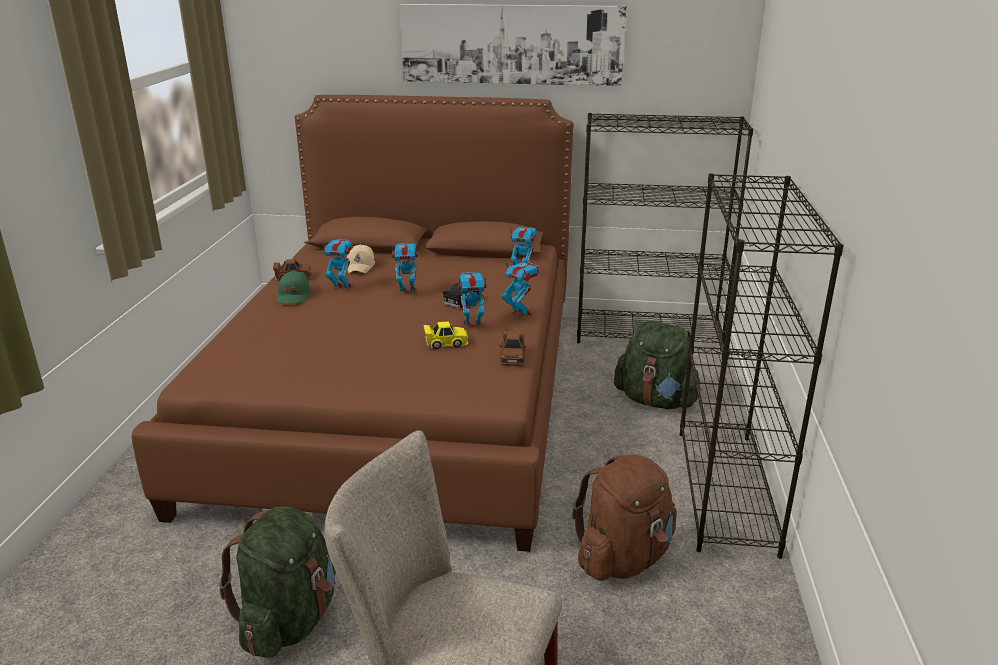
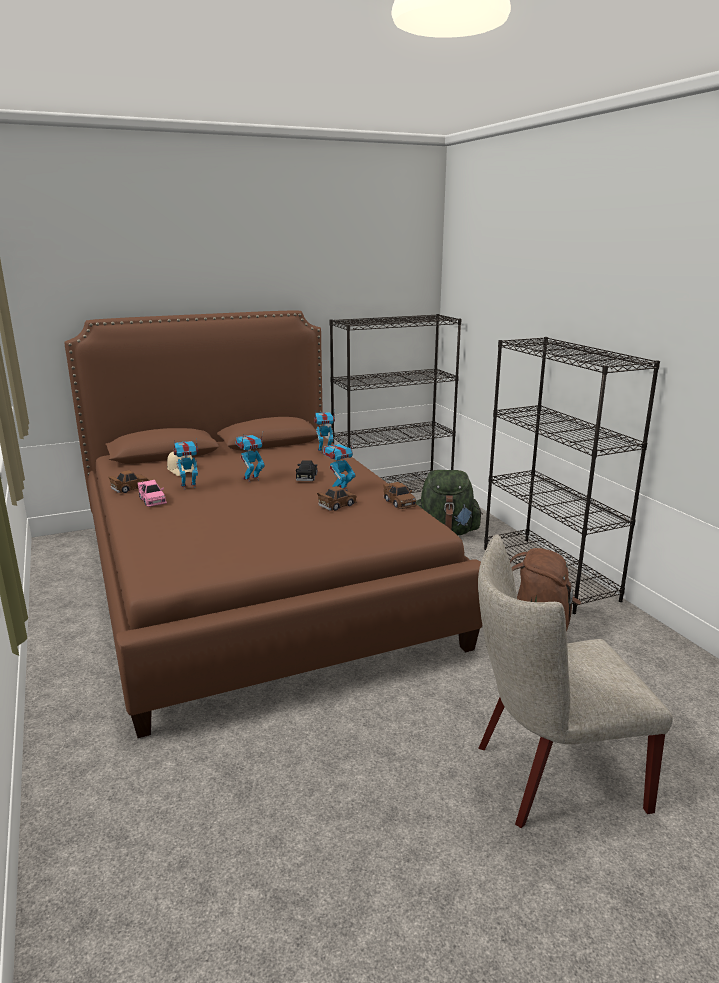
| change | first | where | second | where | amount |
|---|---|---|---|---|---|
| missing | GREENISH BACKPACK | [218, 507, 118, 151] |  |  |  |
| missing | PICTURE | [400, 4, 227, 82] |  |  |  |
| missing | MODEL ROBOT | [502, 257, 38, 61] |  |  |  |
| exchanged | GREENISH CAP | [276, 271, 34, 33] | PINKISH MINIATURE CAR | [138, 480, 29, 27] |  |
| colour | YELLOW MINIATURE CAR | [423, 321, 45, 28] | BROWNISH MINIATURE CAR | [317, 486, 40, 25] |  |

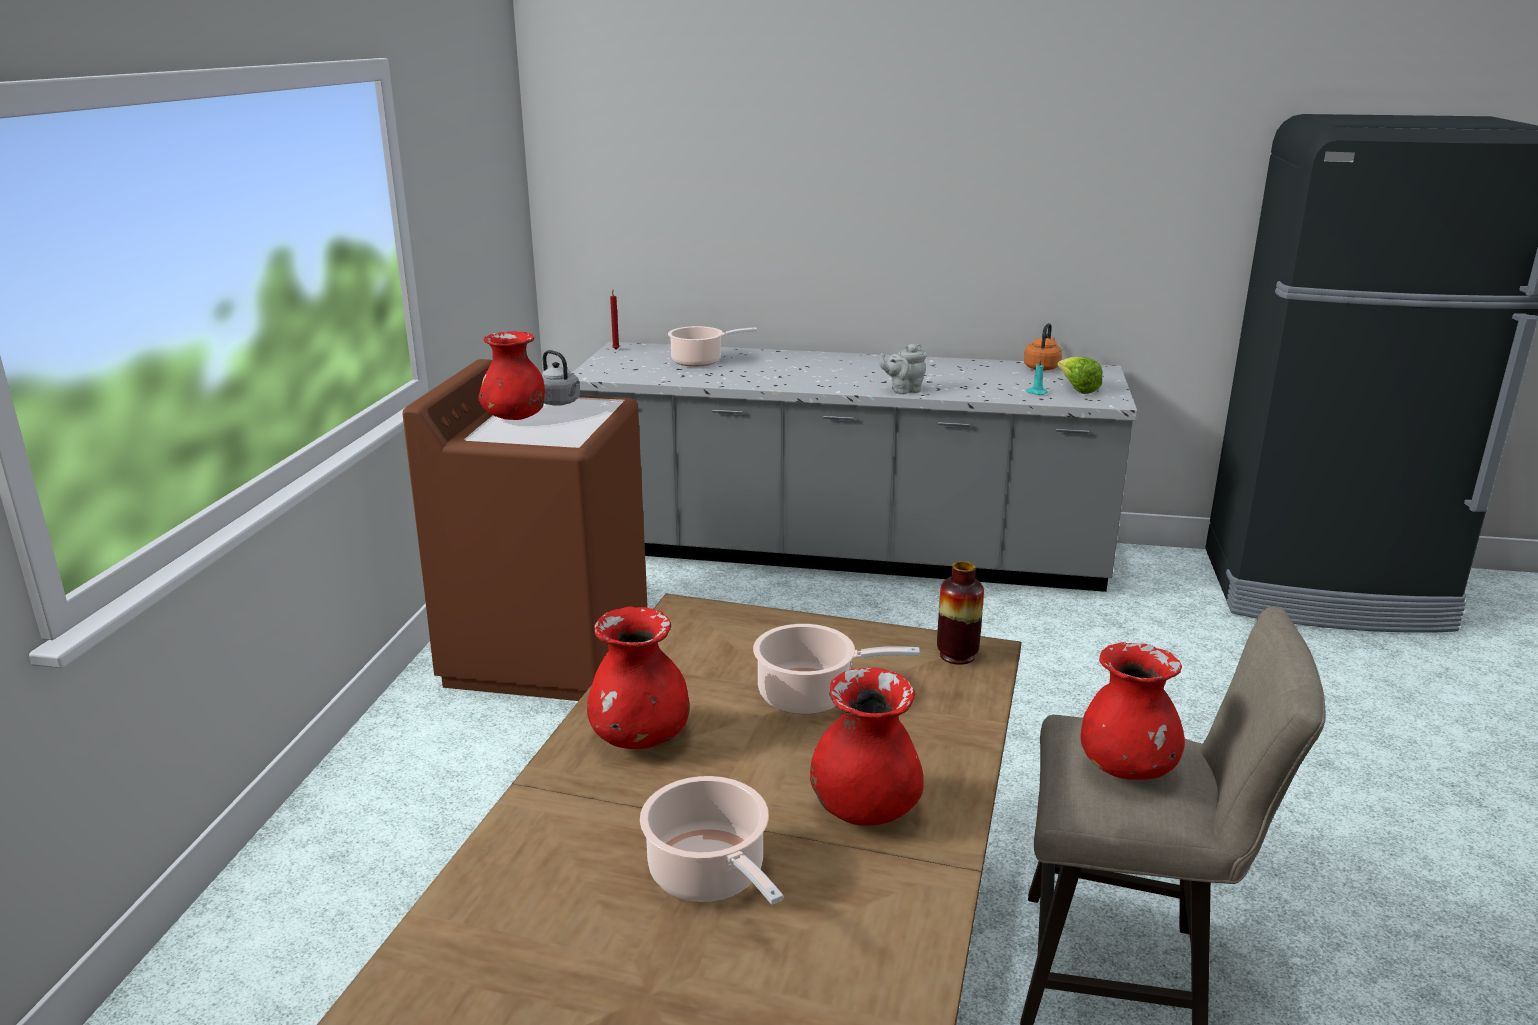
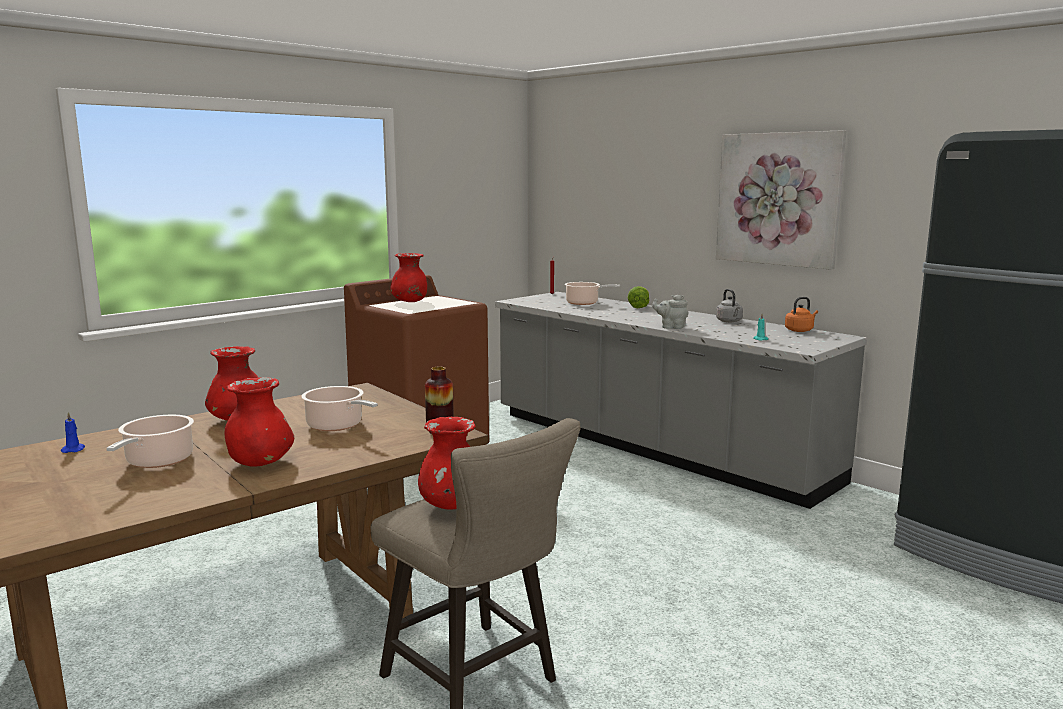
| change | first | where | second | where | amount |
|---|---|---|---|---|---|
| appeared |  |  | BLUE-COLOURED WAX CANDLE | [61, 412, 24, 41] |  |
| appeared |  |  | PICTURE | [716, 130, 130, 140] |  |
| relocated | GRAY TEA KETTLE | [542, 350, 38, 56] |  | [716, 289, 27, 33] |  |
| relocated | HEAD OF LETTUCE | [1057, 357, 46, 37] |  | [628, 286, 21, 22] |  |

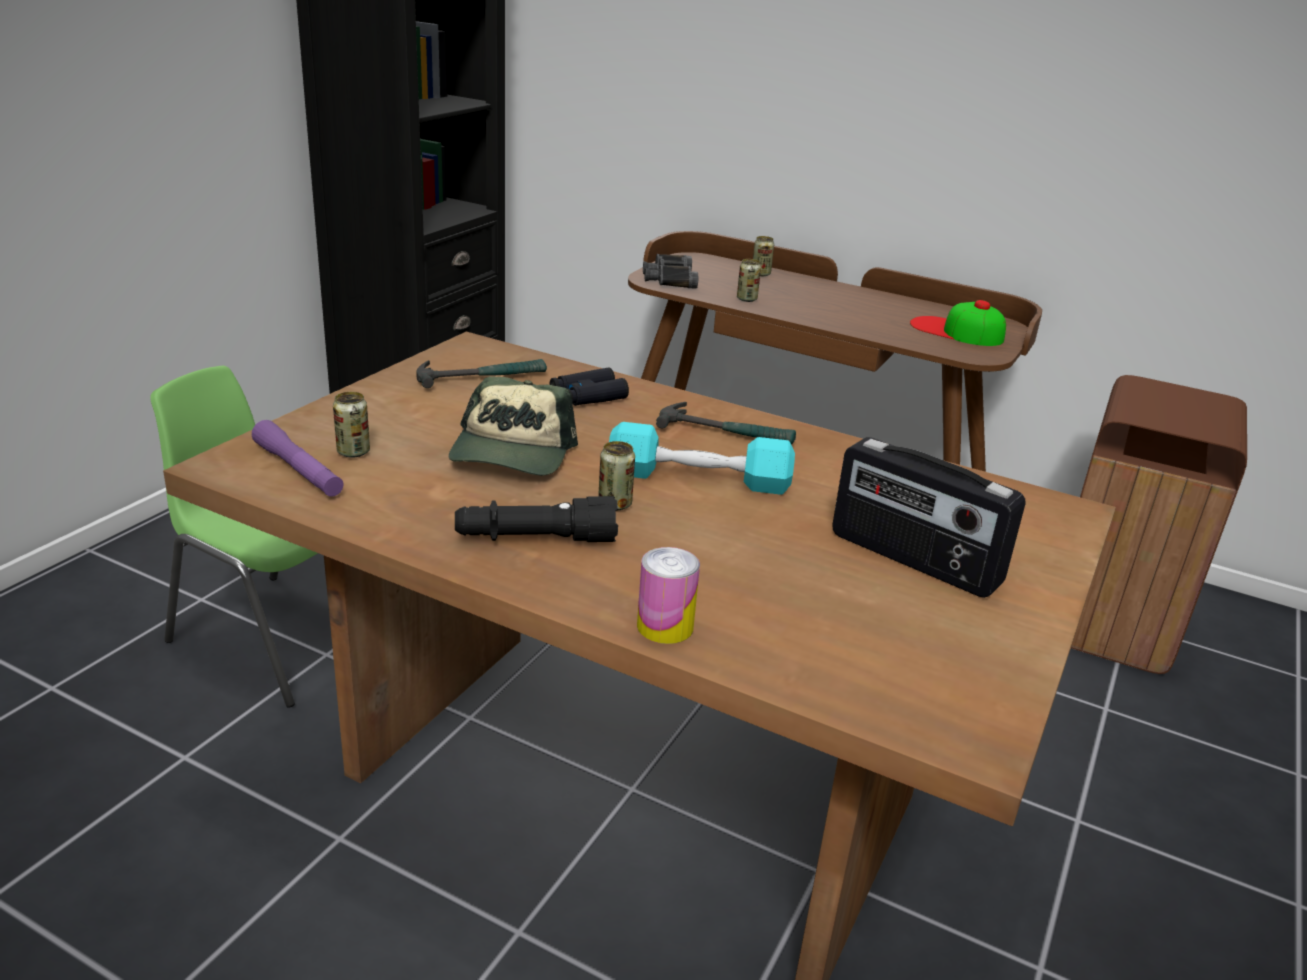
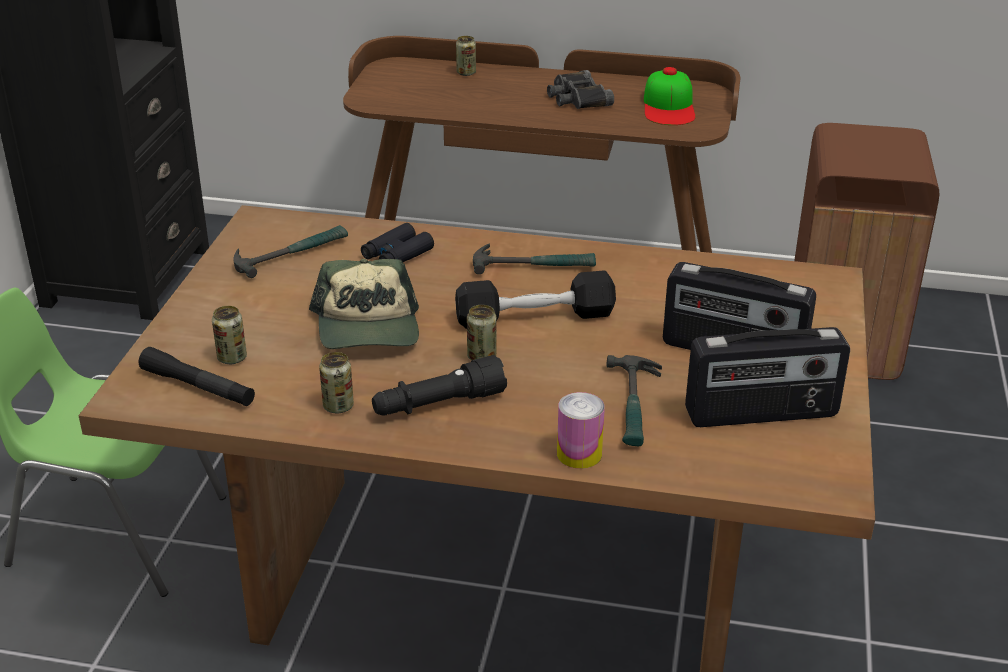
| change | first | where | second | where | amount |
|---|---|---|---|---|---|
| appeared |  |  | HAMMER | [607, 355, 55, 91] |  |
| appeared |  |  | RADIO RECEIVER | [685, 327, 165, 100] |  |
| relocated | BLACK FIELD GLASSES | [643, 254, 55, 34] |  | [547, 70, 67, 39] |  |
| relocated | CAN | [737, 259, 24, 43] |  | [319, 352, 35, 61] |  |
| colour | PURPLE TORCH | [252, 420, 92, 77] | BLACK TORCH | [139, 347, 116, 59] |  |
| colour | TURQUOISE-COLOURED DUMBBELL | [609, 422, 186, 73] | BLACK DUMBBELL | [455, 270, 161, 59] |  |
| spun | CAP | [910, 300, 96, 46] |  | [644, 67, 52, 58] | 105 degrees counterclockwise |

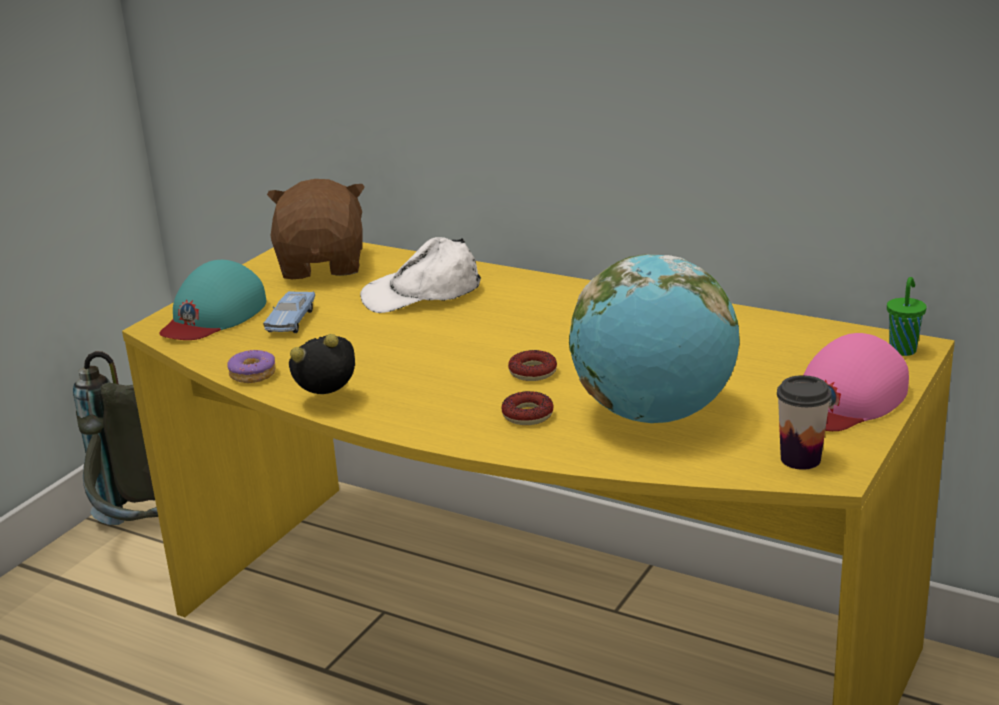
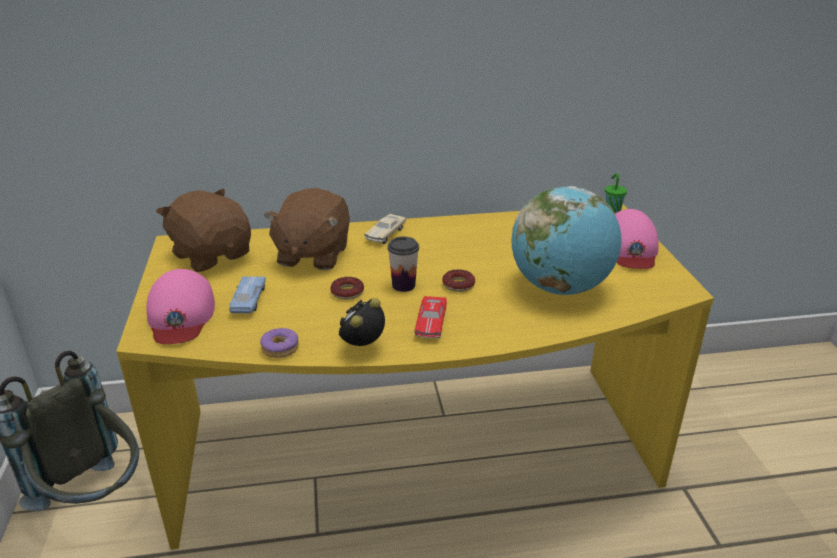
| change | first | where | second | where | amount |
|---|---|---|---|---|---|
| appeared |  |  | BEIGE-COLOURED MINIATURE CAR | [365, 214, 41, 30] |  |
| appeared |  |  | REDDISH MINIATURE CAR | [415, 296, 32, 42] |  |
| relocated | DOUGHNUT | [501, 391, 53, 34] |  | [330, 277, 34, 23] |  |
| relocated | SMALL CUP | [777, 375, 55, 95] |  | [388, 236, 31, 56] |  |
| exchanged | WHITE-COLOURED CAP | [360, 237, 121, 76] | BROWNISH PLUSH TOY | [264, 188, 86, 82] |  |
| colour | TURQUOISE-COLOURED CAP | [159, 260, 107, 80] | PINKISH CAP | [147, 269, 68, 75] |  |
| spun | BLUE-COLOURED MINIATURE CAR | [263, 291, 52, 42] |  | [229, 276, 37, 37] | 150 degrees counterclockwise |

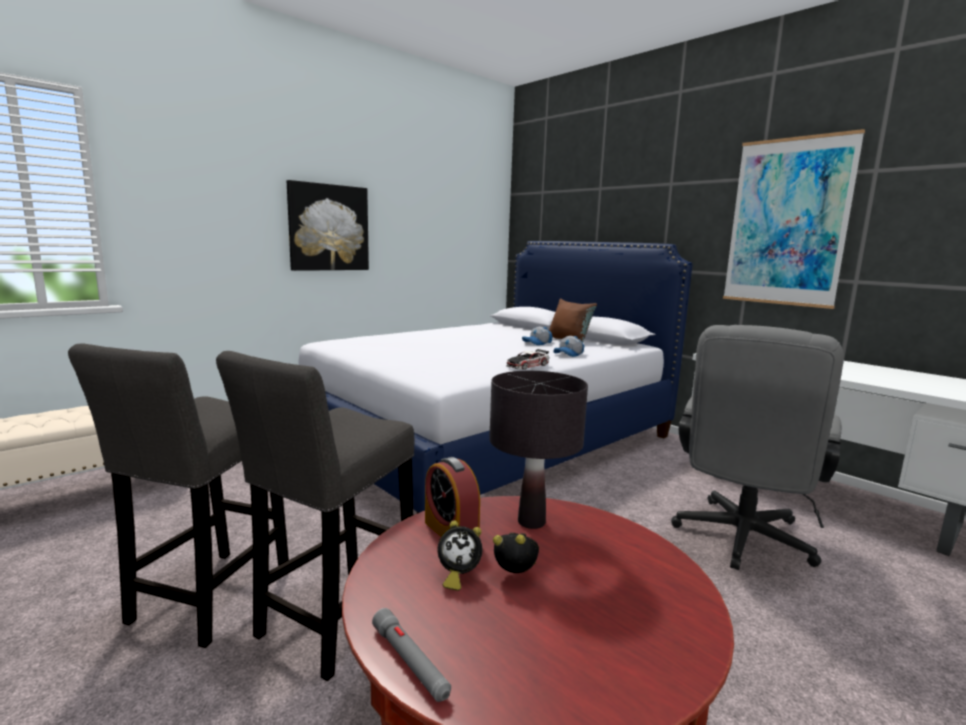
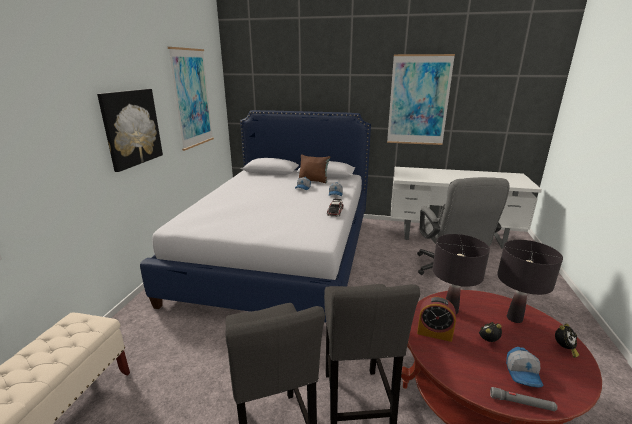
| change | first | where | second | where | amount |
|---|---|---|---|---|---|
| appeared |  |  | PICTURE | [168, 47, 46, 104] |  |
| appeared |  |  | BLACK TABLETOP LAMP | [497, 240, 66, 83] |  |
| appeared |  |  | CAP | [506, 347, 38, 41] |  |
| relocated | TABLE CLOCK | [437, 520, 45, 71] |  | [555, 324, 24, 34] |  |

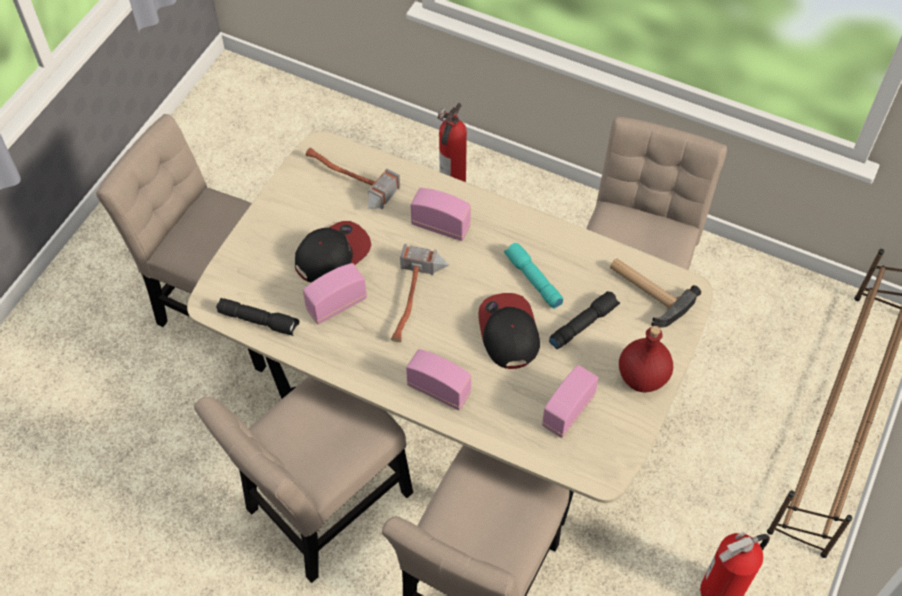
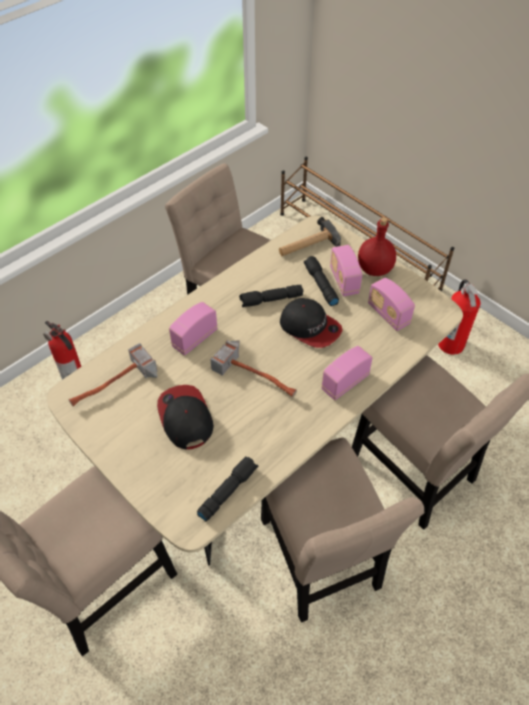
| change | first | where | second | where | amount |
|---|---|---|---|---|---|
| relocated | RADIO RECEIVER | [303, 263, 64, 62] |  | [330, 245, 32, 51] |  |
| colour | TURQUOISE-COLOURED TORCH | [504, 243, 59, 66] | BLACK TORCH | [239, 284, 65, 23] |  |
| spun | CAP | [478, 293, 62, 76] |  | [280, 298, 63, 50] | 150 degrees counterclockwise |

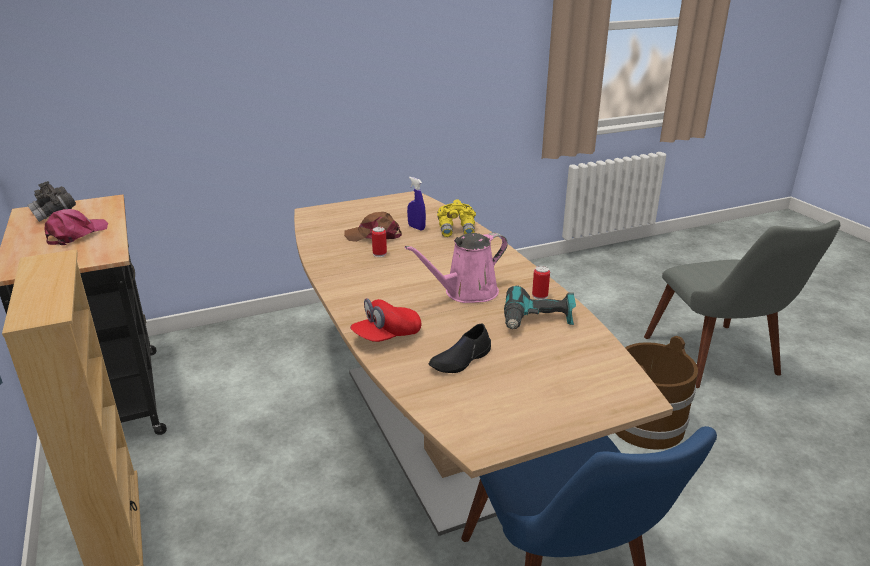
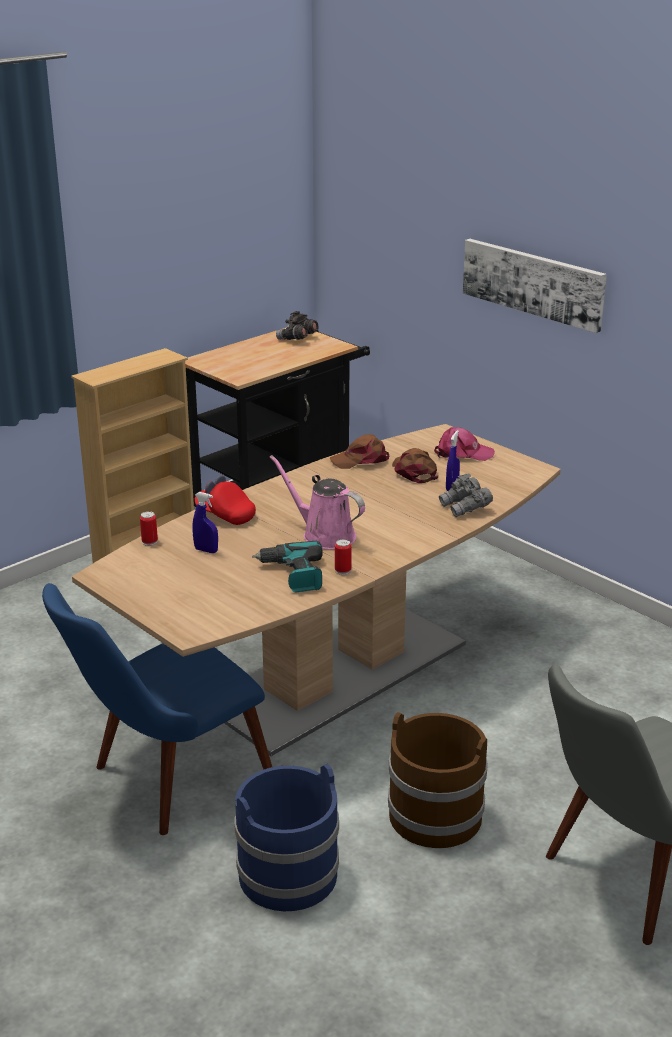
| change | first | where | second | where | amount |
|---|---|---|---|---|---|
| appeared |  |  | BLUE-COLOURED BUCKET | [234, 764, 105, 147] |  |
| appeared |  |  | BROWNISH CAP | [330, 434, 59, 35] |  |
| appeared |  |  | PICTURE | [463, 239, 144, 94] |  |
| relocated | PINKISH CAP | [45, 209, 63, 36] |  | [434, 427, 61, 34] |  |
| relocated | CAN | [372, 227, 15, 30] |  | [140, 511, 18, 35] |  |
| exchanged | BLACK SHOE | [429, 323, 62, 50] | BLUE-COLOURED HAND SPRAYER | [192, 492, 26, 61] |  |
| colour | YELLOW FIELD GLASSES | [437, 200, 39, 37] | GRAY FIELD GLASSES | [439, 474, 54, 43] |  |

